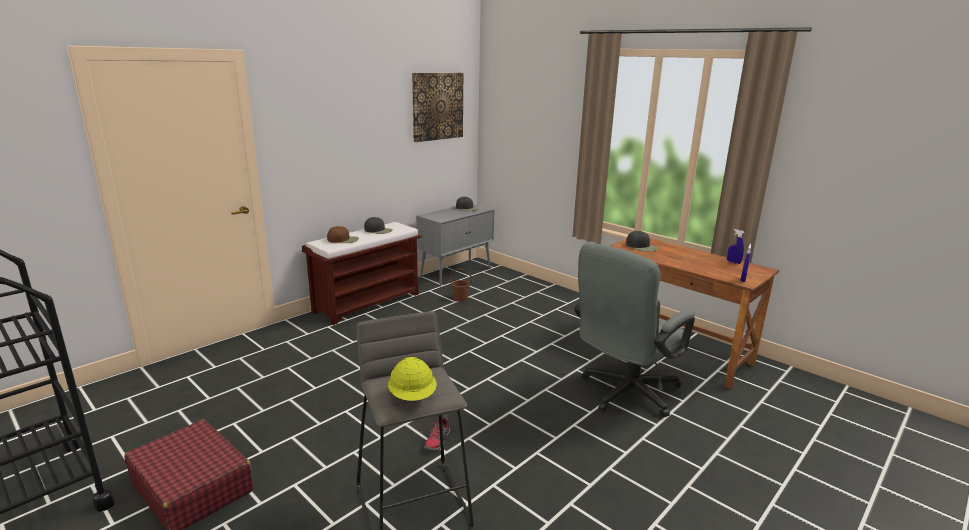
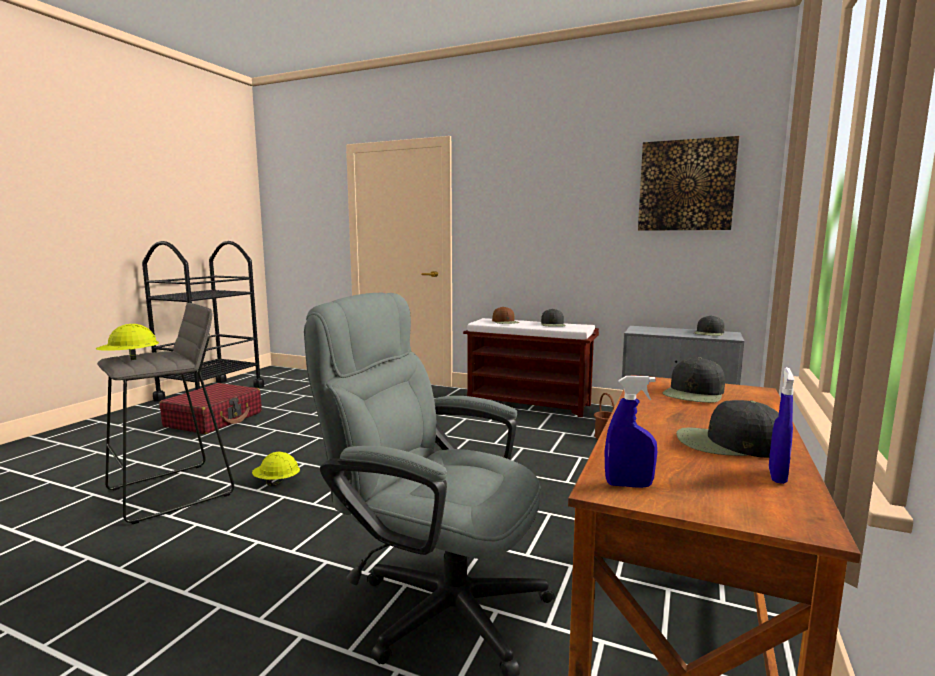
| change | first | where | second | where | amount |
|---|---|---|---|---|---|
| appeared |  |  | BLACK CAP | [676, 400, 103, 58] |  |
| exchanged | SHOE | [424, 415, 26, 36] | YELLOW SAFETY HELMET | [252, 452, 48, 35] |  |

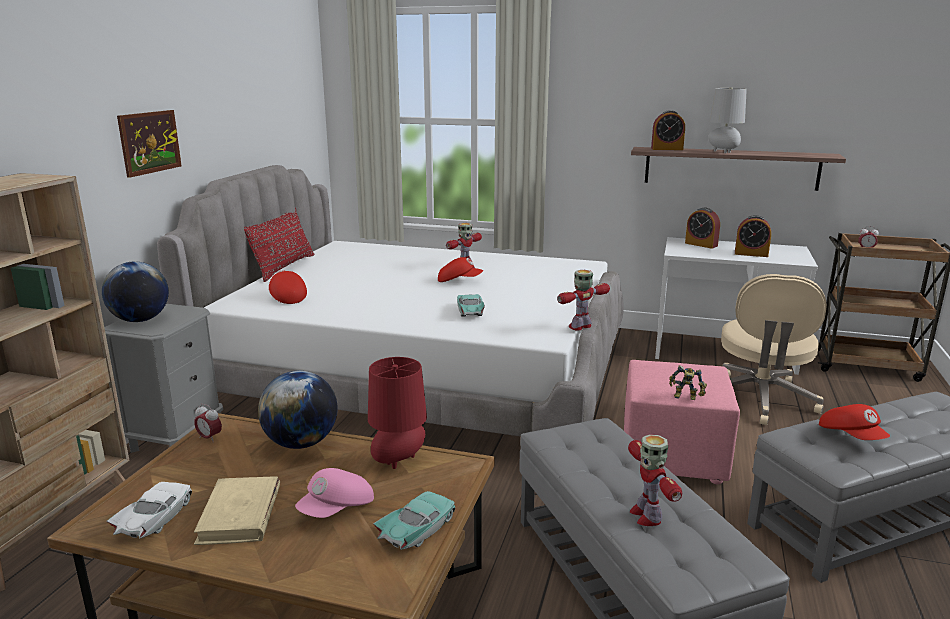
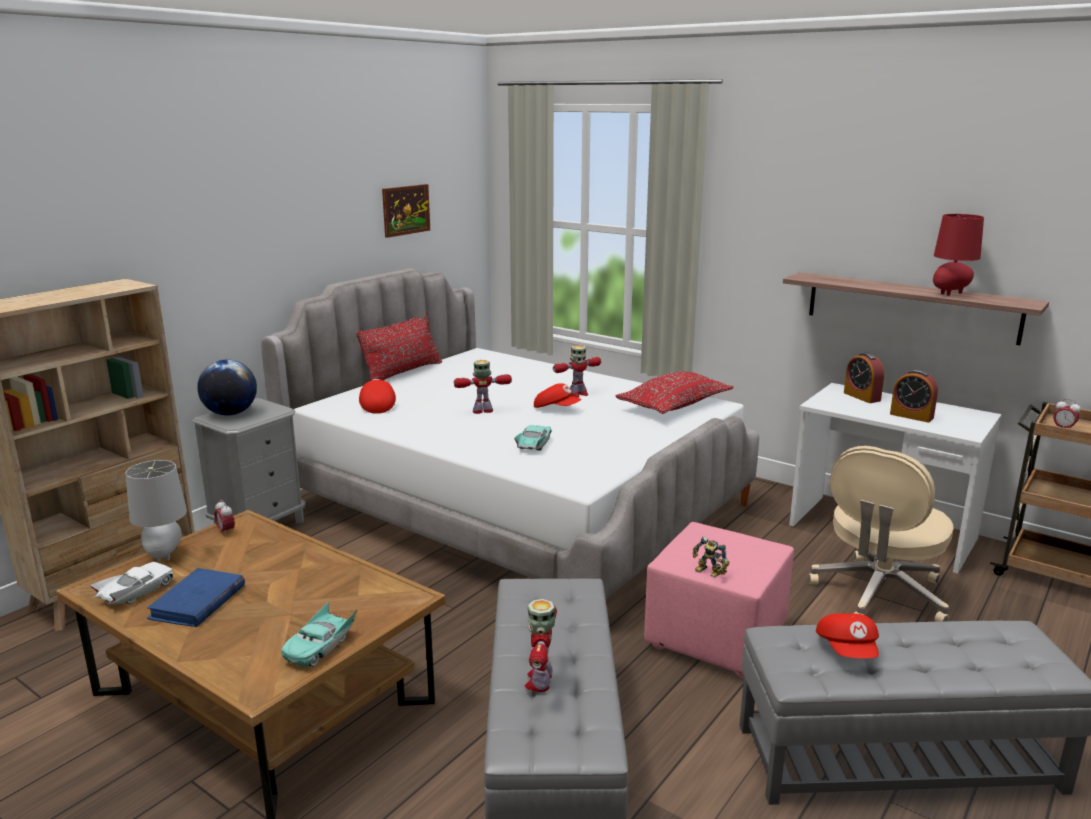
| change | first | where | second | where | amount |
|---|---|---|---|---|---|
| missing | DESK GLOBE | [258, 371, 80, 78] |  |  |  |
| missing | PINKISH CAP | [295, 468, 79, 50] |  |  |  |
| missing | TABLE CLOCK | [651, 110, 34, 40] |  |  |  |
| appeared |  |  | REDDISH CUSHION | [616, 371, 117, 43] |  |
| relocated | PICTURE | [117, 110, 65, 68] |  | [382, 184, 48, 54] |  |
| relocated | REDDISH TABLETOP LAMP | [368, 357, 59, 112] |  | [933, 214, 51, 82] |  |
| relocated | MODEL ROBOT | [557, 270, 53, 60] |  | [454, 360, 58, 54] |  |
| relocated | GRAY TABLETOP LAMP | [708, 87, 39, 66] |  | [125, 460, 62, 102] |  |
| colour | BEIGE-COLOURED VOLUME | [194, 476, 86, 69] | BLUE-COLOURED VOLUME | [147, 568, 98, 59] |  |
| spun | TURQUOISE-COLOURED MINIATURE CAR | [373, 491, 82, 59] |  | [282, 602, 75, 65] | 150 degrees clockwise |

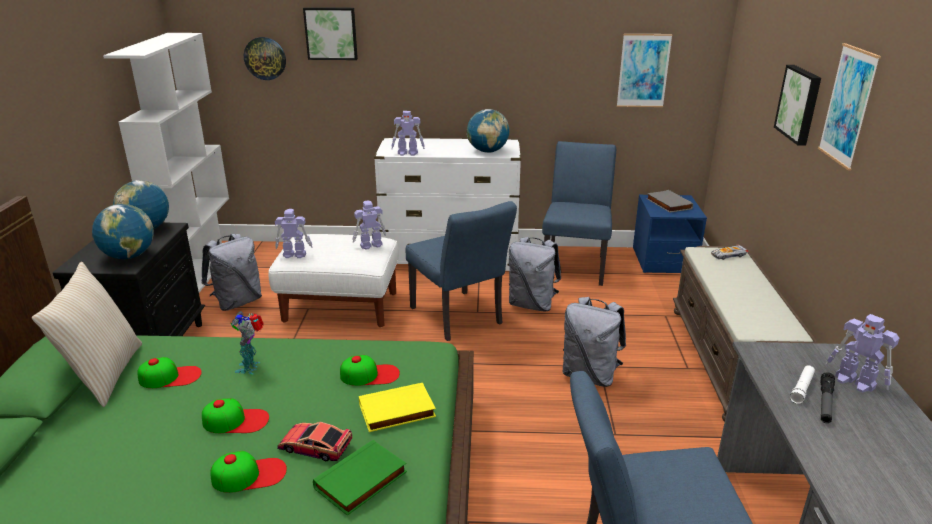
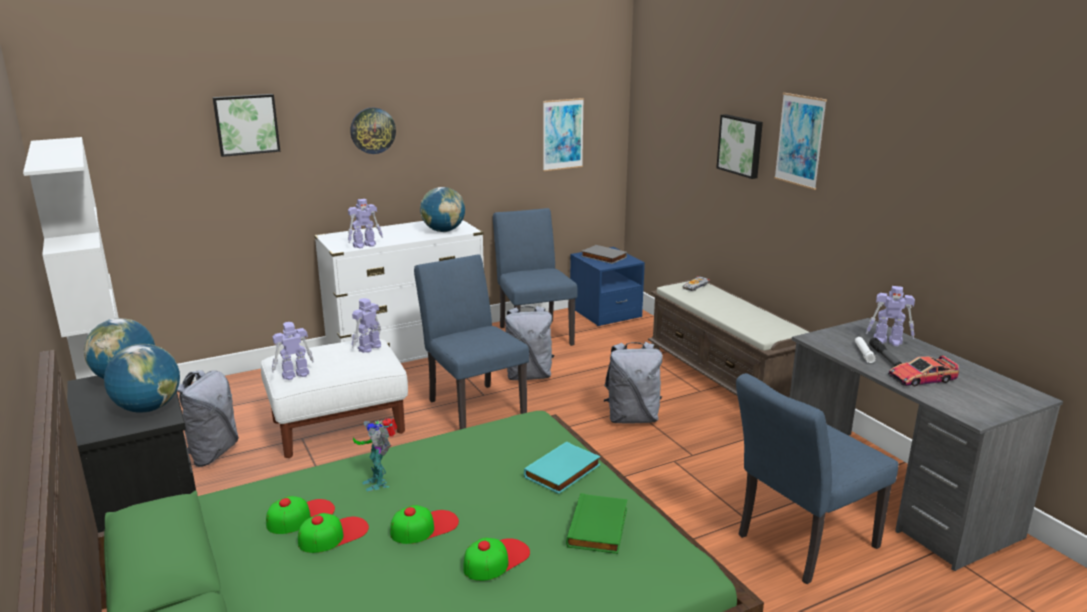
| change | first | where | second | where | amount |
|---|---|---|---|---|---|
| missing | BEIGE-COLOURED CUSHION | [32, 262, 110, 145] |  |  |  |
| relocated | HANGING CLOCK | [244, 37, 42, 43] |  | [350, 107, 46, 47] |  |
| relocated | MINIATURE CAR | [277, 422, 75, 39] |  | [888, 355, 71, 32] |  |
| relocated | CAP | [340, 355, 60, 31] |  | [298, 513, 71, 40] |  |
| colour | YELLOW VOLUME | [359, 383, 77, 49] | TURQUOISE-COLOURED VOLUME | [524, 442, 77, 52] |  |
| spun | BLUE-COLOURED UPRIGHT CHAIR | [406, 201, 111, 140] |  | [414, 254, 115, 175] | 150 degrees counterclockwise |

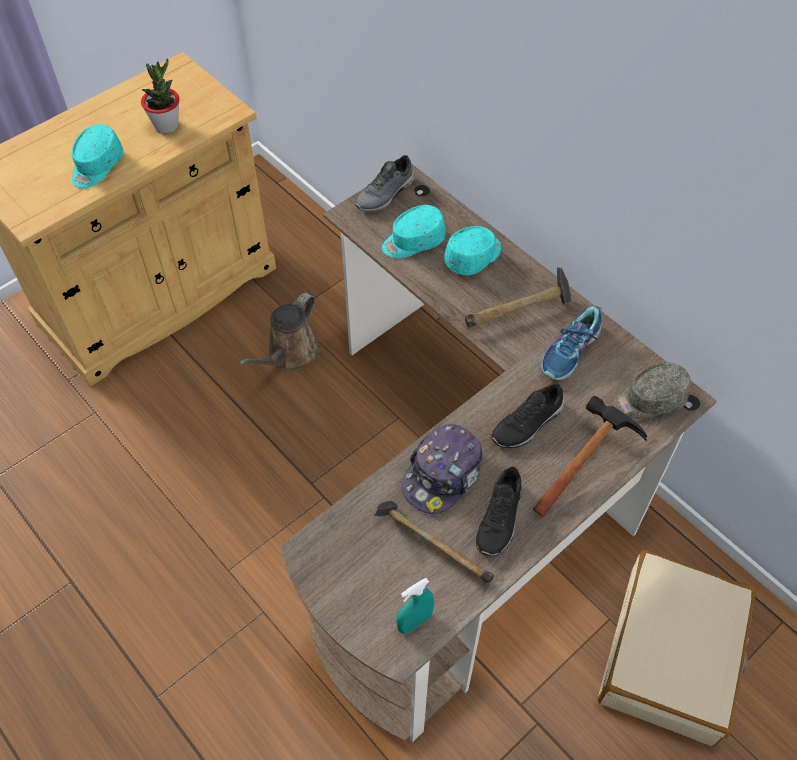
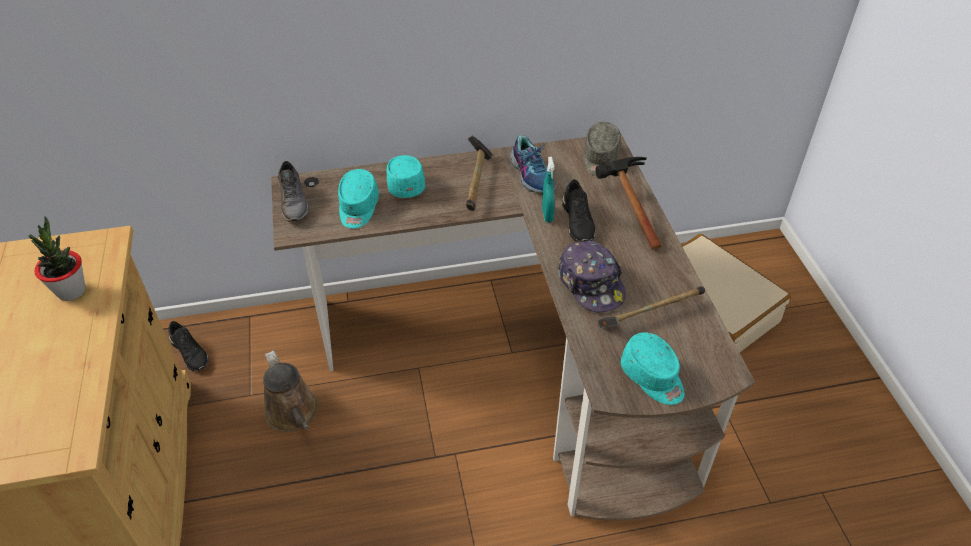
| change | first | where | second | where | amount |
|---|---|---|---|---|---|
| relocated | TURQUOISE-COLOURED CAP | [71, 124, 52, 64] |  | [621, 332, 64, 73] |  |
| relocated | TURQUOISE-COLOURED HAND SPRAYER | [396, 578, 38, 56] |  | [542, 157, 13, 65] |  |
| relocated | BLACK SHOE | [476, 467, 46, 89] |  | [168, 321, 41, 50] |  |

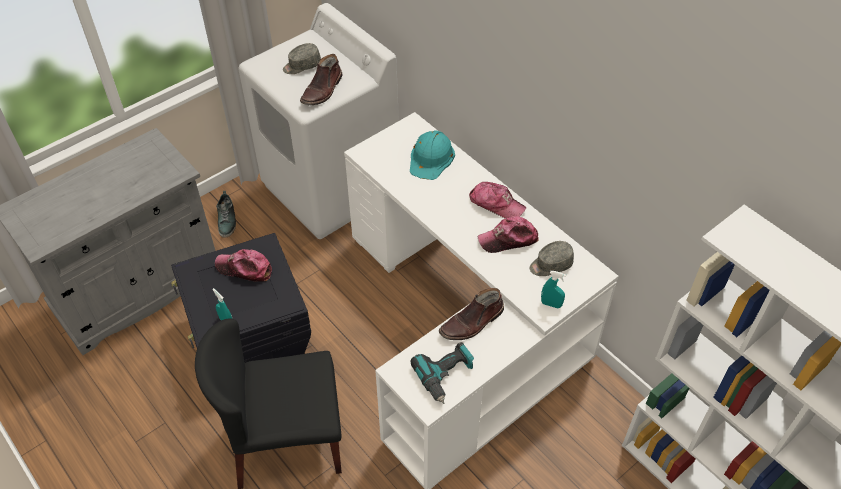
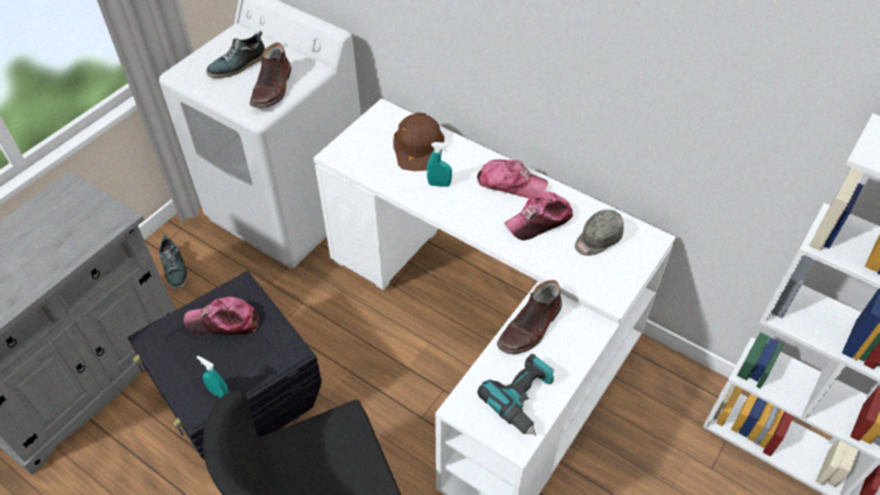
| change | first | where | second | where | amount |
|---|---|---|---|---|---|
| relocated | TURQUOISE-COLOURED HAND SPRAYER | [541, 271, 25, 37] |  | [427, 142, 25, 45] |  |
| exchanged | GRAY CAP | [283, 43, 38, 31] | SHOE | [206, 31, 59, 47] |  |
| colour | TURQUOISE-COLOURED SAFETY HELMET | [410, 130, 45, 50] | BROWNISH SAFETY HELMET | [393, 113, 52, 58] |  |

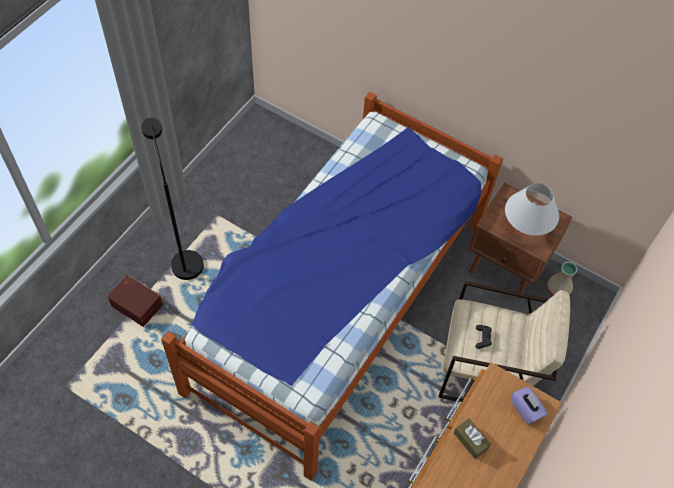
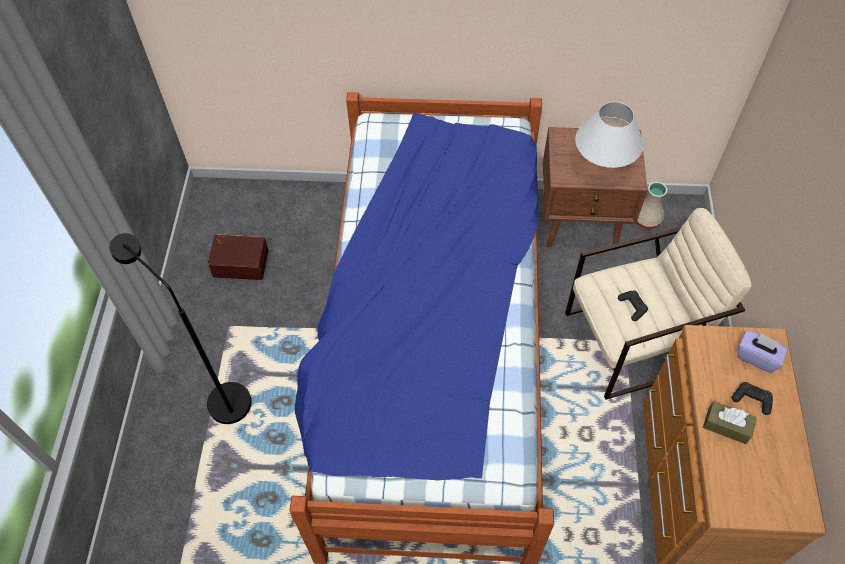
| change | first | where | second | where | amount |
|---|---|---|---|---|---|
| appeared |  |  | BLACK JOYPAD | [732, 382, 41, 33] |  |
| relocated | BROWNISH STORAGE CONTAINER | [107, 275, 56, 52] |  | [208, 234, 61, 46] |  |

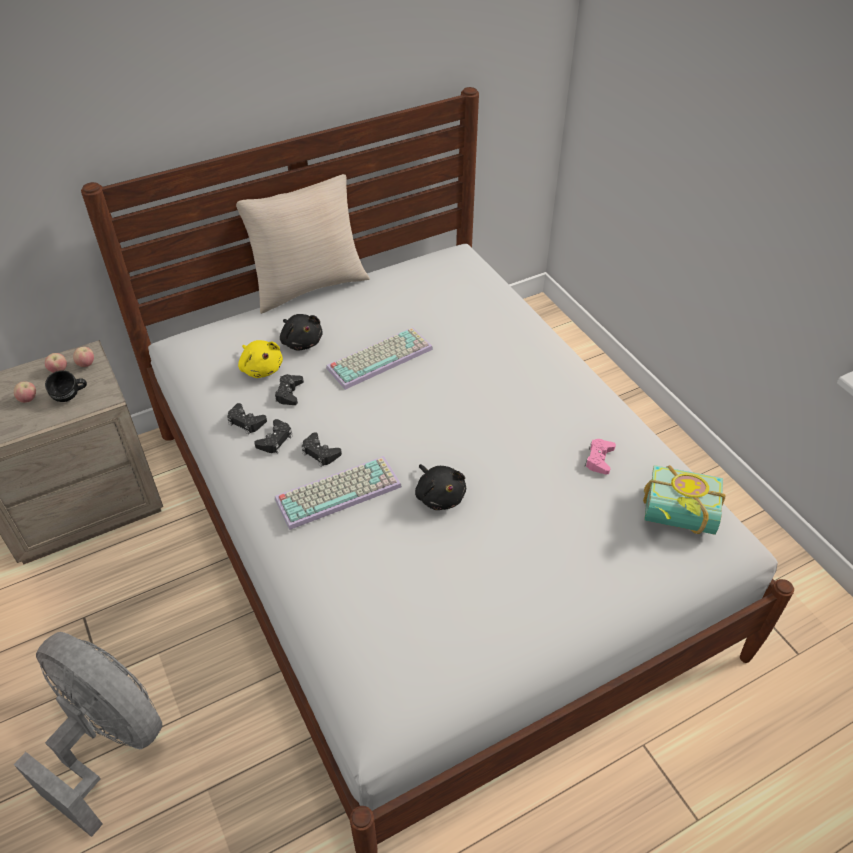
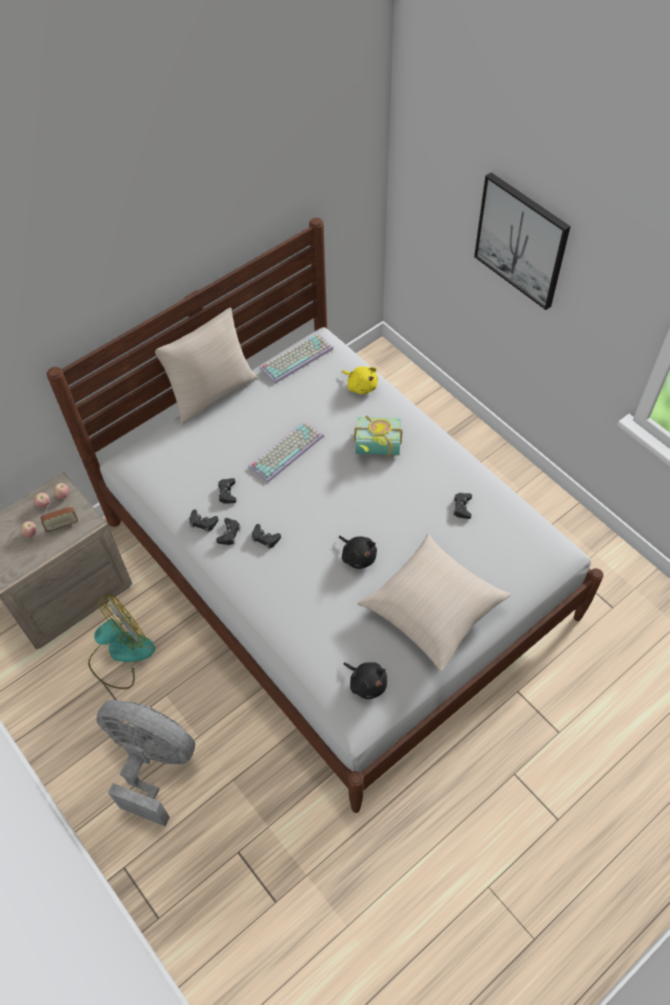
| change | first | where | second | where | amount |
|---|---|---|---|---|---|
| appeared |  |  | COOLING FAN | [88, 594, 67, 95] |  |
| appeared |  |  | BEIGE-COLOURED CUSHION | [358, 534, 153, 137] |  |
| appeared |  |  | PICTURE | [474, 172, 97, 138] |  |
| relocated | YELLOW PLUSH TOY | [238, 340, 45, 38] |  | [342, 367, 36, 27] |  |
| relocated | KEYBOARD | [275, 456, 127, 74] |  | [260, 333, 73, 51] |  |
| relocated | BLACK PLUSH TOY | [280, 314, 43, 37] |  | [343, 662, 44, 37] |  |
| relocated | VOLUME | [643, 465, 82, 70] |  | [354, 416, 49, 41] |  |
| exchanged | BLACK COFFEE MUG | [45, 370, 42, 32] | RADIO RECEIVER | [40, 500, 38, 32] |  |
| colour | PINKISH JOYPAD | [585, 439, 31, 36] | BLACK JOYPAD | [453, 493, 19, 26] |  |

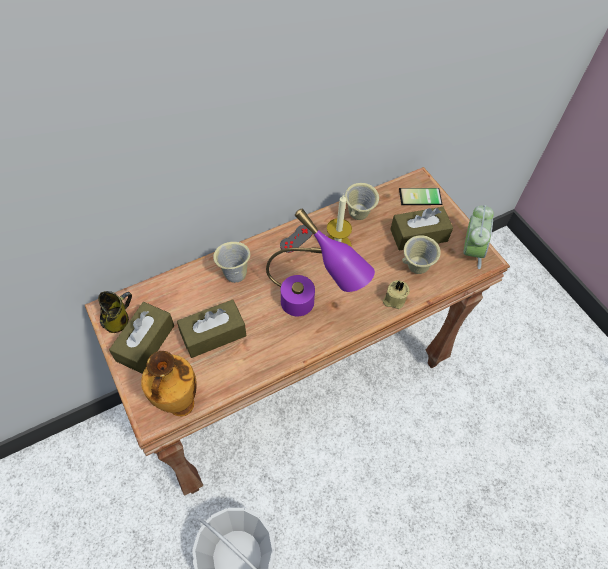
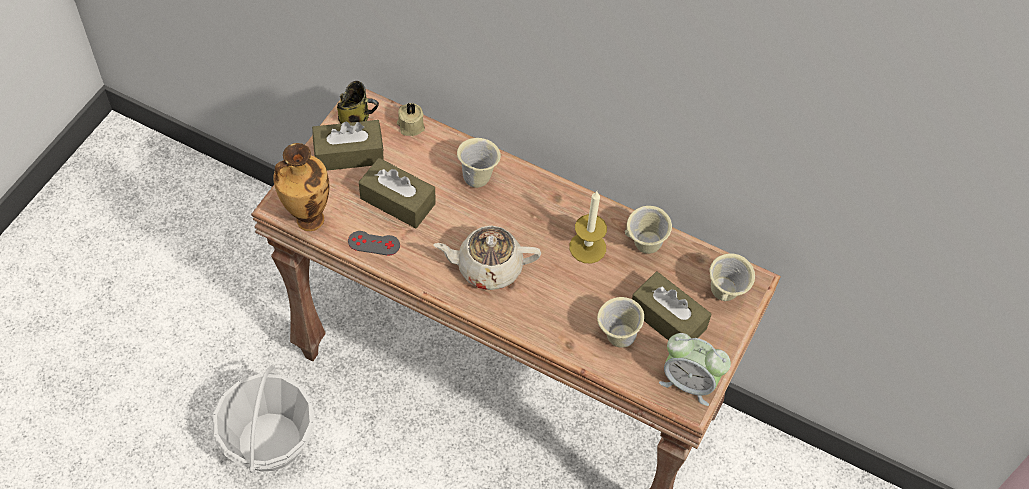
| change | first | where | second | where | amount |
|---|---|---|---|---|---|
| relocated | GRAY JOYPAD | [280, 225, 33, 28] |  | [348, 231, 52, 24] |  |
| relocated | BEIGE-COLOURED WAX CANDLE | [383, 280, 27, 29] |  | [397, 103, 28, 33] |  |
| exchanged | PURPLE TABLETOP LAMP | [266, 208, 109, 108] | BEIGE-COLOURED POT FOR TEA | [434, 225, 107, 65] |  |
| exchanged | HANDSET | [399, 188, 43, 17] | BEIGE-COLOURED COFFEE MUG | [709, 253, 46, 48] |  |
| spun | TABLE CLOCK | [463, 205, 31, 64] |  | [659, 333, 72, 73] | 45 degrees clockwise |

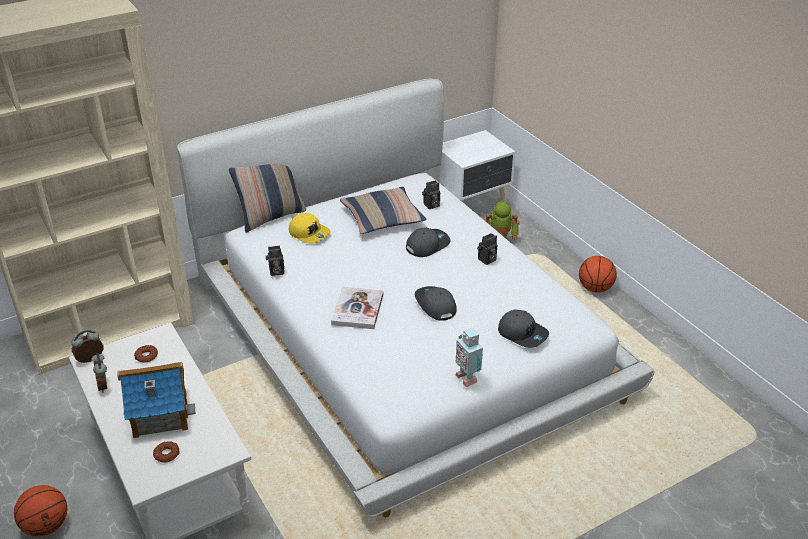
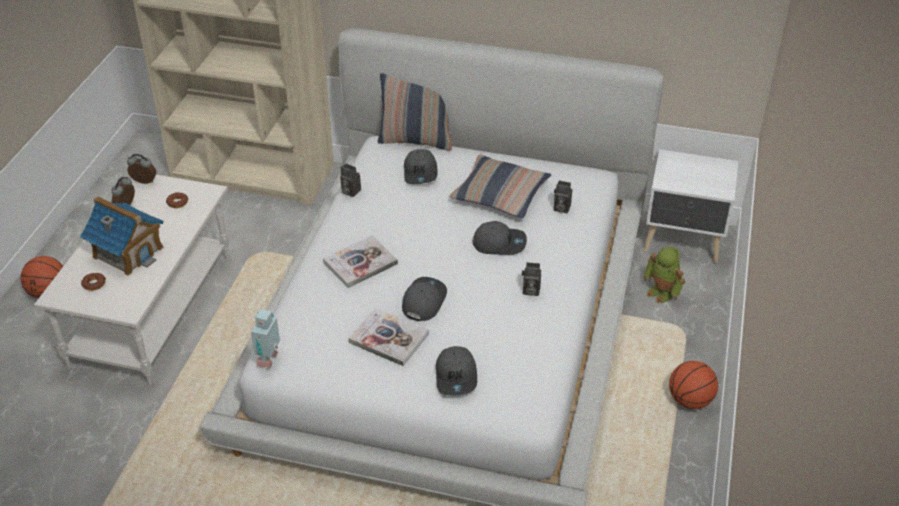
| change | first | where | second | where | amount |
|---|---|---|---|---|---|
| appeared |  |  | VOLUME | [349, 308, 80, 58] |  |
| relocated | MODEL ROBOT | [456, 328, 27, 59] |  | [251, 309, 29, 59] |  |
| colour | YELLOW CAP | [289, 213, 42, 31] | GRAY CAP | [404, 149, 34, 35] |  |

